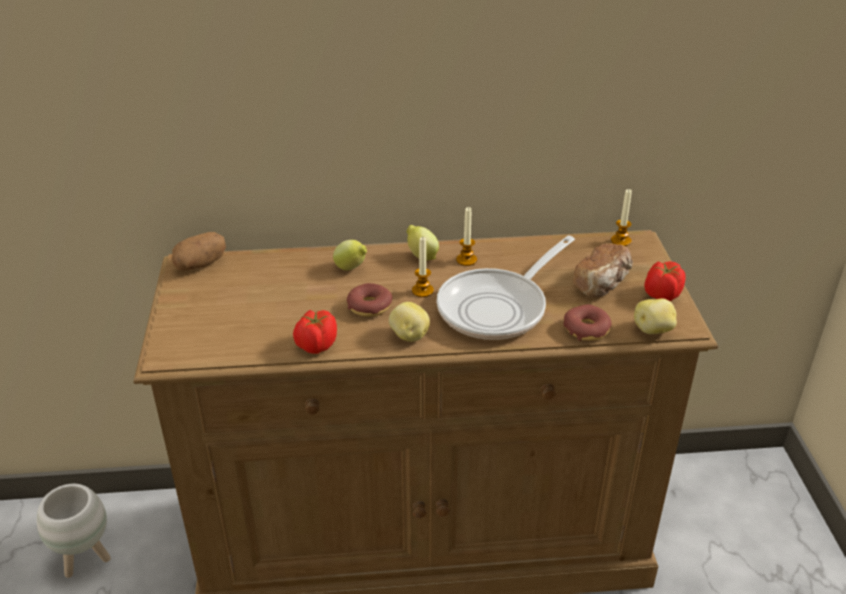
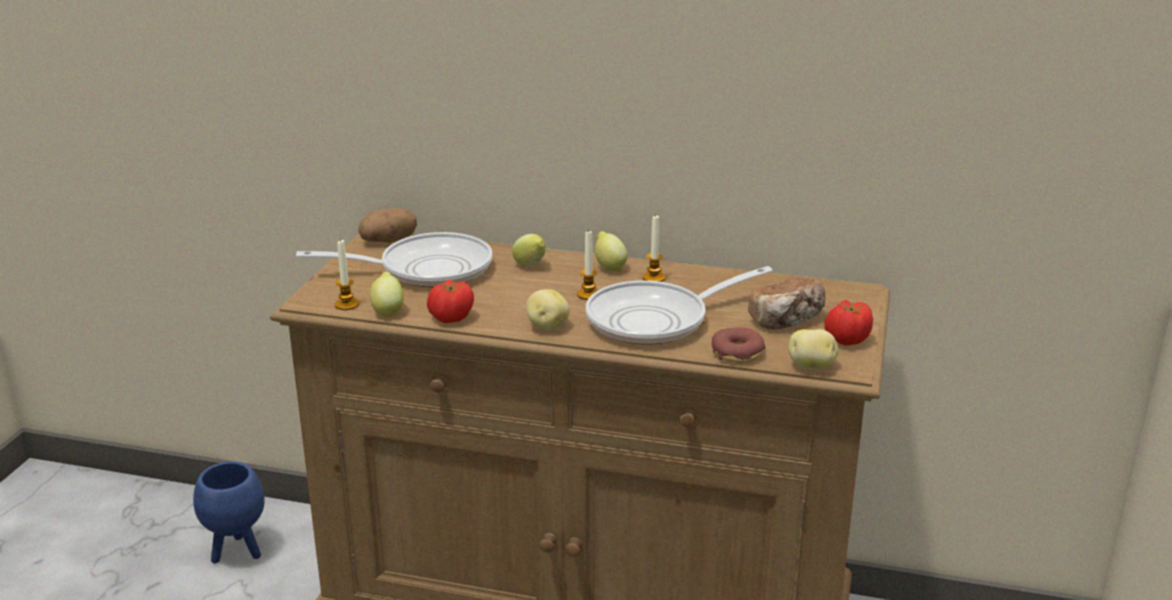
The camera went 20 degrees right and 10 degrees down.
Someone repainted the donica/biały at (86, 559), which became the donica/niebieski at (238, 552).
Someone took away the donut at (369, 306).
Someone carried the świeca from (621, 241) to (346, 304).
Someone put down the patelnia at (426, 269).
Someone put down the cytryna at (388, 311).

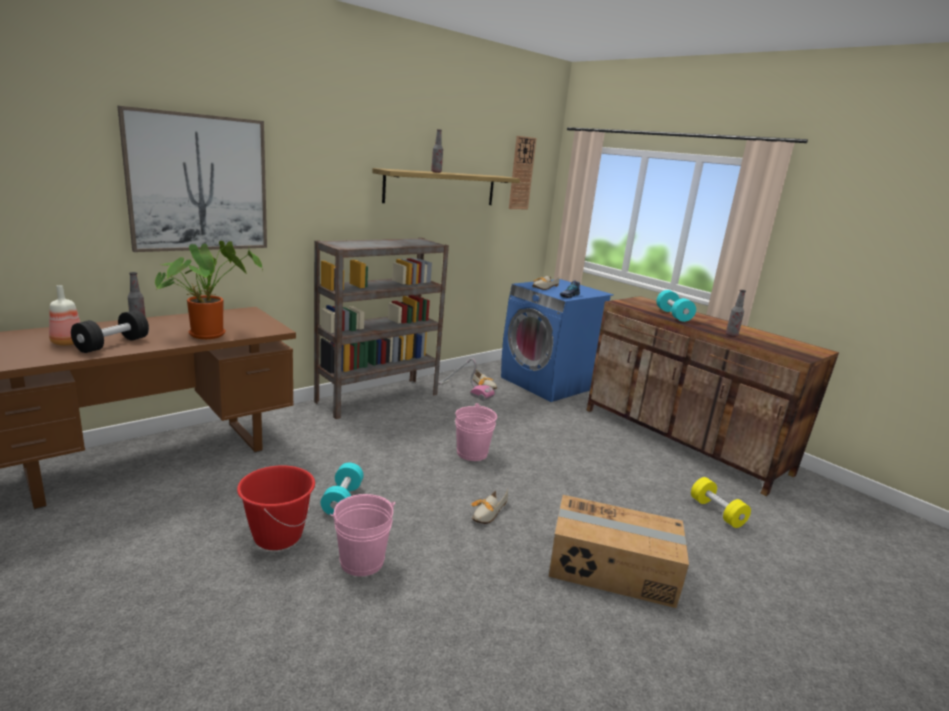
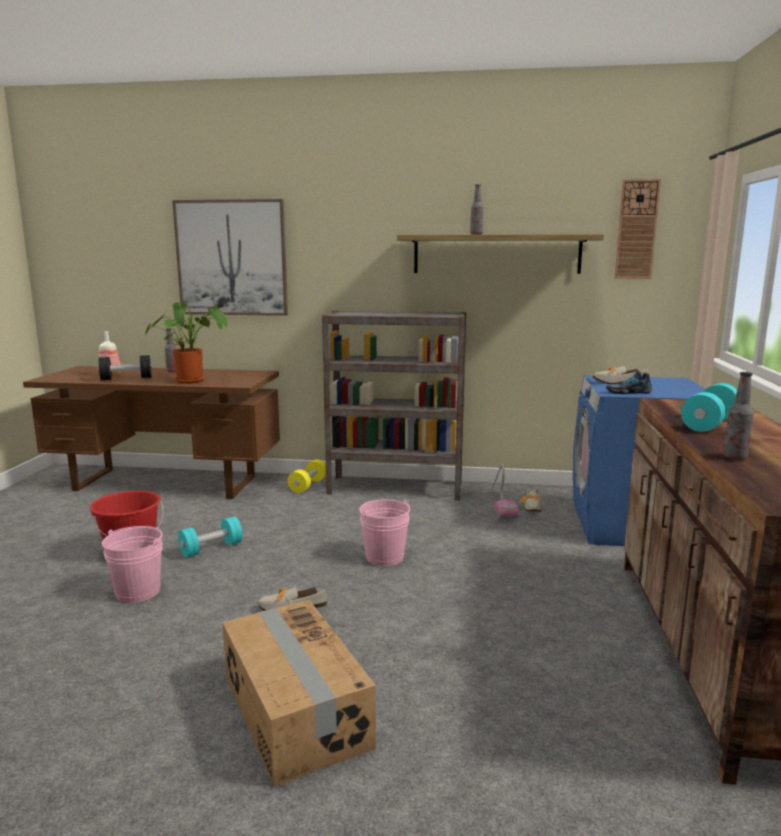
The camera went 50 degrees right and 5 degrees down.
Someone carried the hantel/żółty from (717, 512) to (308, 485).

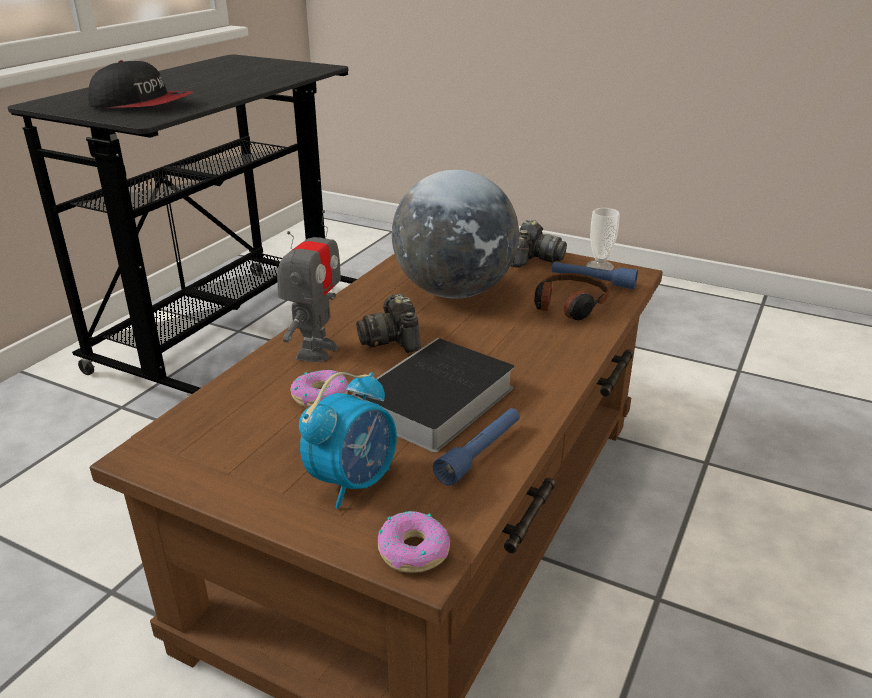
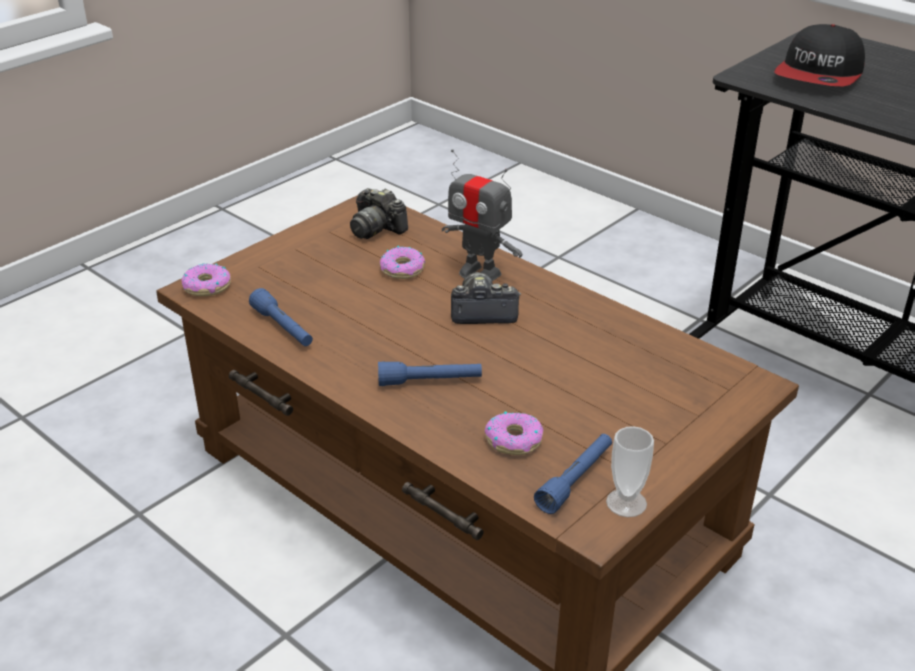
The camera went 105 degrees right and 5 degrees up.
Someone took away the budzik at (354, 481).
Someone took away the książka at (434, 404).
Someone took away the globus at (454, 292).
Someone carried the aparat fotograficzny from (534, 259) to (376, 228).
Someone swapped the słuchawki at (568, 306) for the donut at (513, 440).
Someone put down the latarka/niebieski at (430, 381).

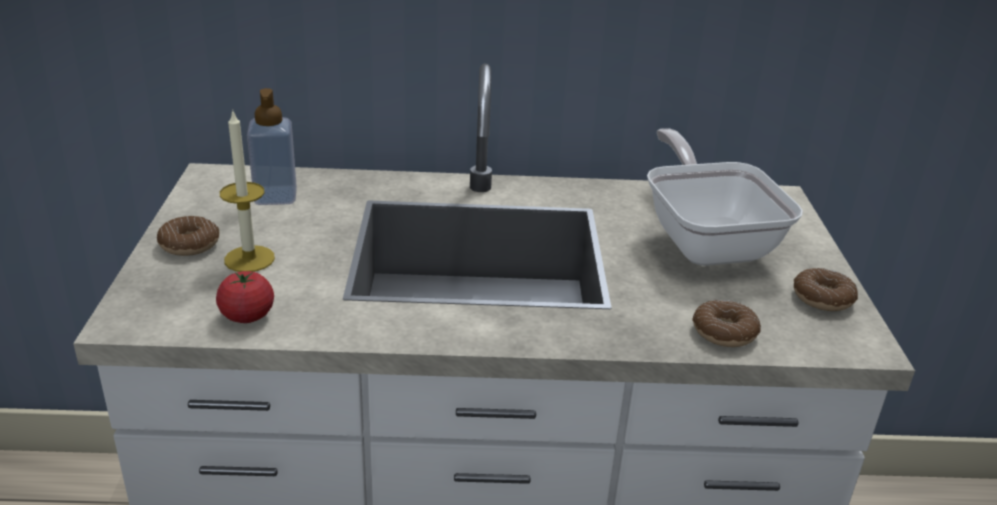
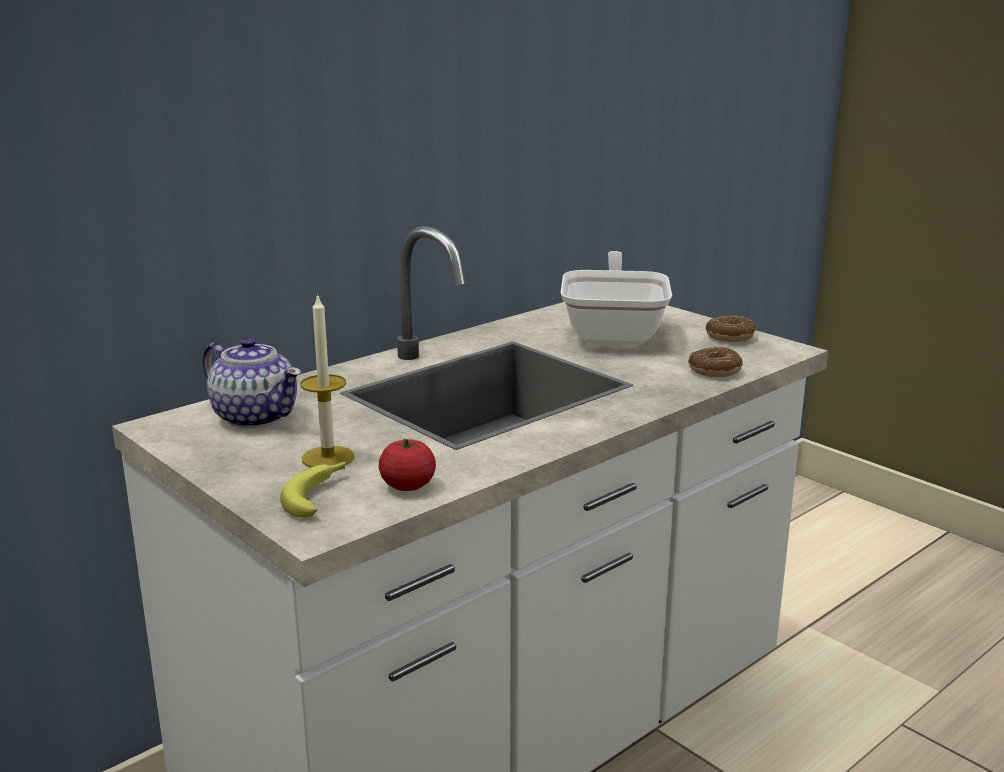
The camera went 40 degrees left and 10 degrees down.
Someone took away the donut at (189, 244).
Someone swapped the dozownik mydła at (275, 196) for the imbryk at (255, 416).
Someone rotated the patelnia at (706, 240) by 60 degrees clockwise.
Someone put down the banan at (319, 495).

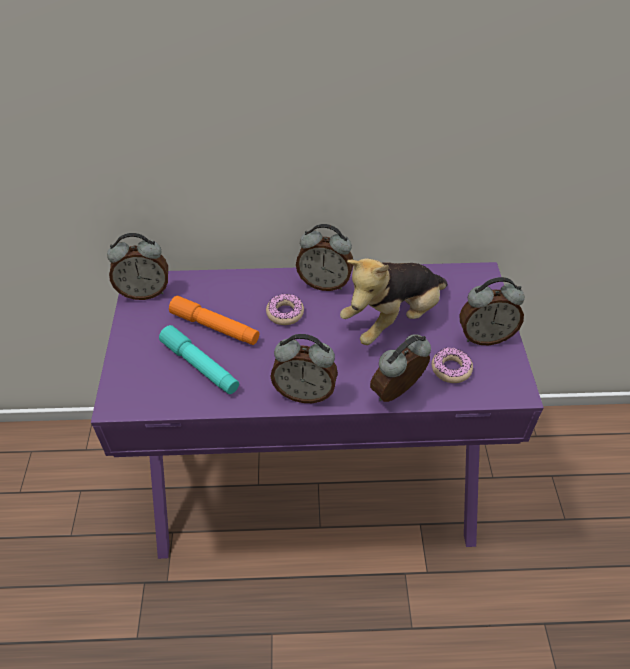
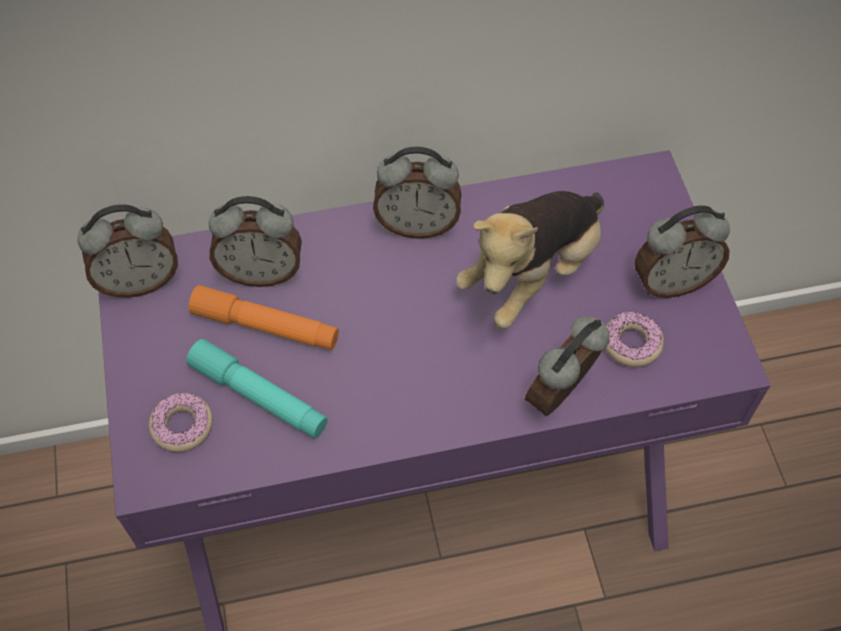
The camera went 10 degrees left and 10 degrees up.
Someone carried the donut from (285, 313) to (182, 426).
Someone carried the budzik from (305, 392) to (261, 272).

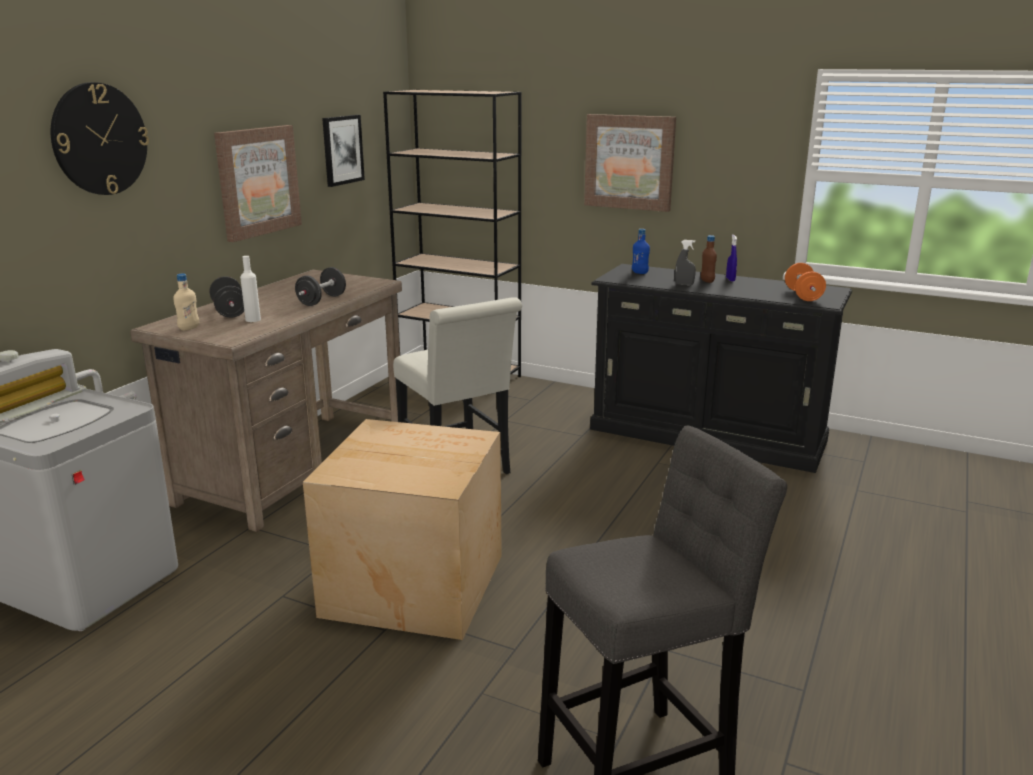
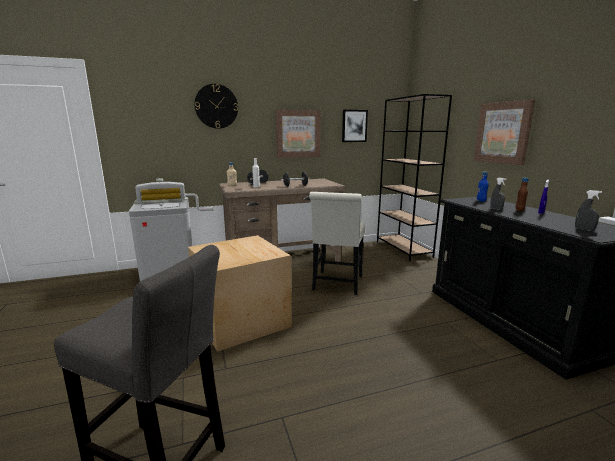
The camera went 45 degrees right and 5 degrees down.
Someone swapped the hantel/pomarańczowy at (803, 295) for the spryskiwacz/szary at (584, 229).

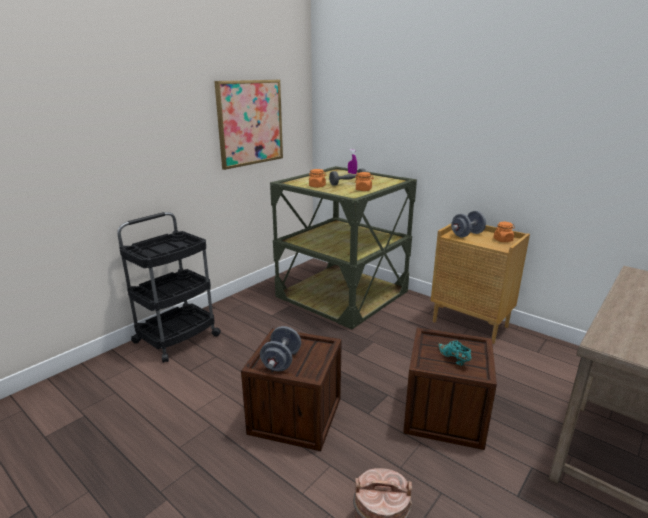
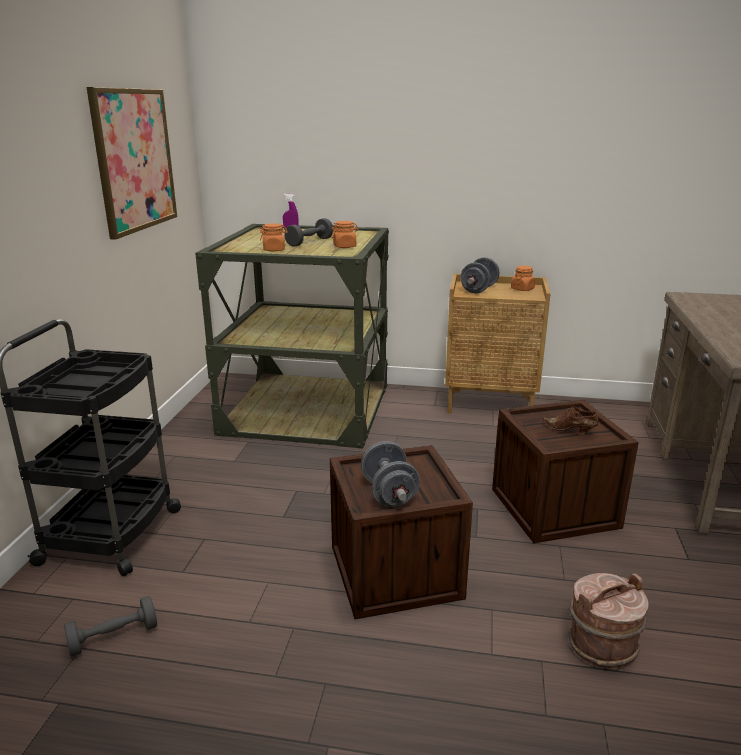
The camera went 30 degrees left and 0 degrees up.
Someone repainted the but/turkusowy at (453, 359), which became the but/brązowy at (570, 431).
Someone put down the hantel/szary at (114, 637).

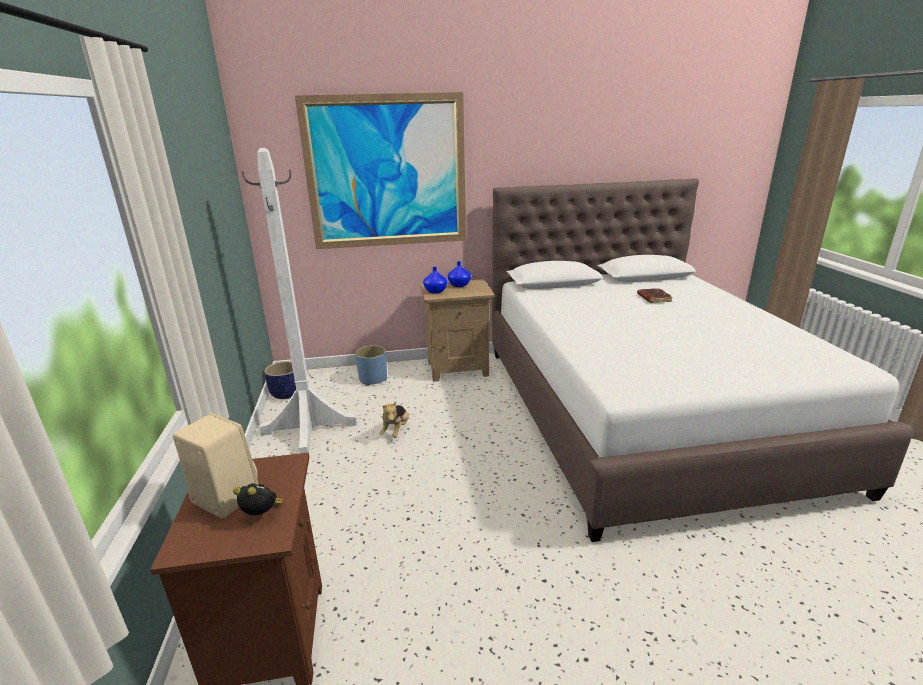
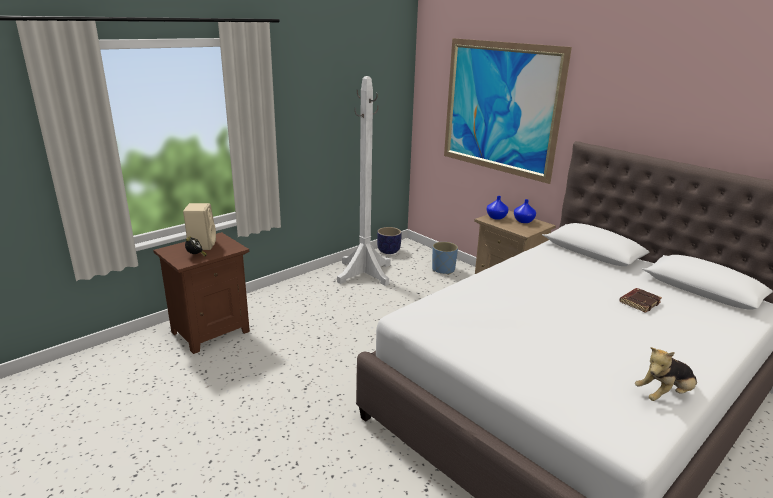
The camera went 55 degrees right and 0 degrees up.
Someone carried the pluszak from (396, 430) to (664, 394).

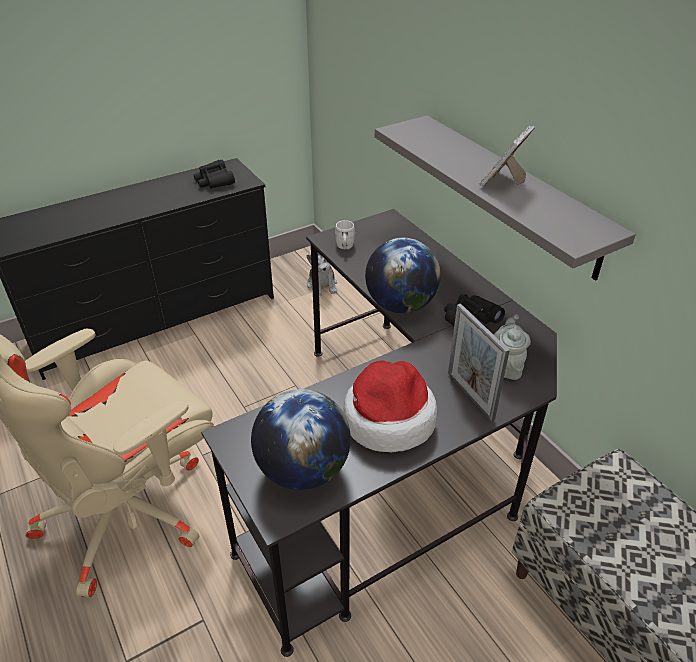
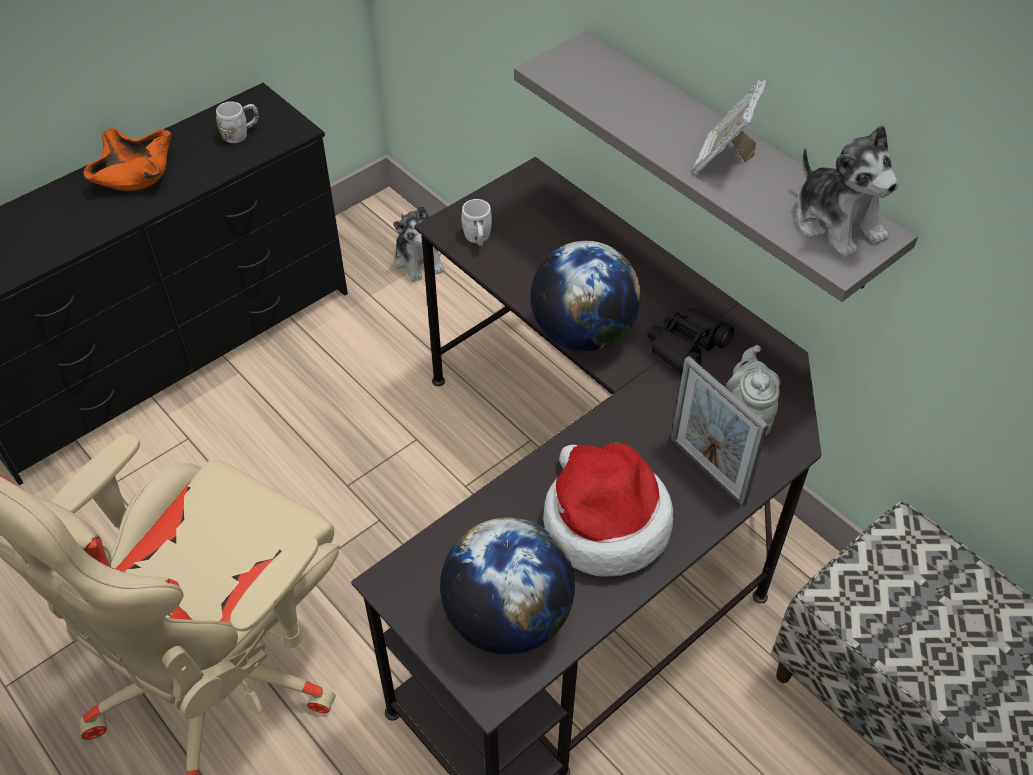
The camera went 10 degrees left and 10 degrees up.
Someone swapped the lornetka/czarny at (214, 181) for the kubek/biały at (241, 134).
Someone put down the miska/pomarańczowy at (134, 173).
Someone put down the pluszak at (837, 223).

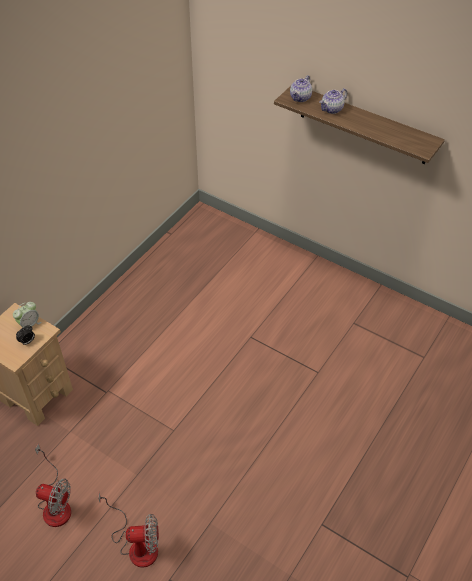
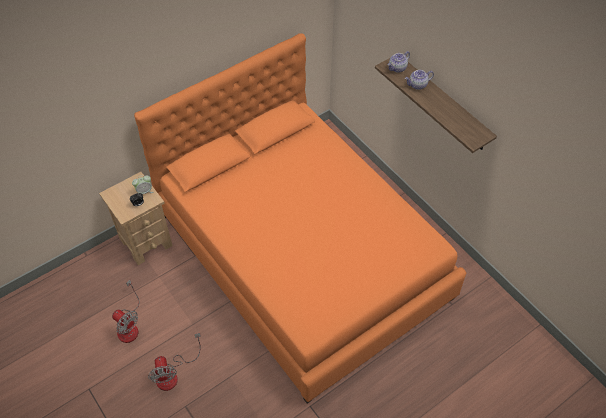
The camera went 20 degrees right and 5 degrees up.
Someone rotated the wentylator at (136, 544) by 60 degrees clockwise.
Someone put down the łóżko/pomarańczowy at (302, 254).

